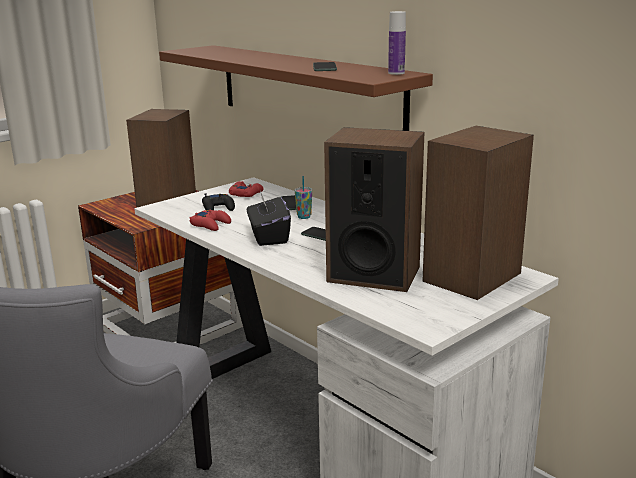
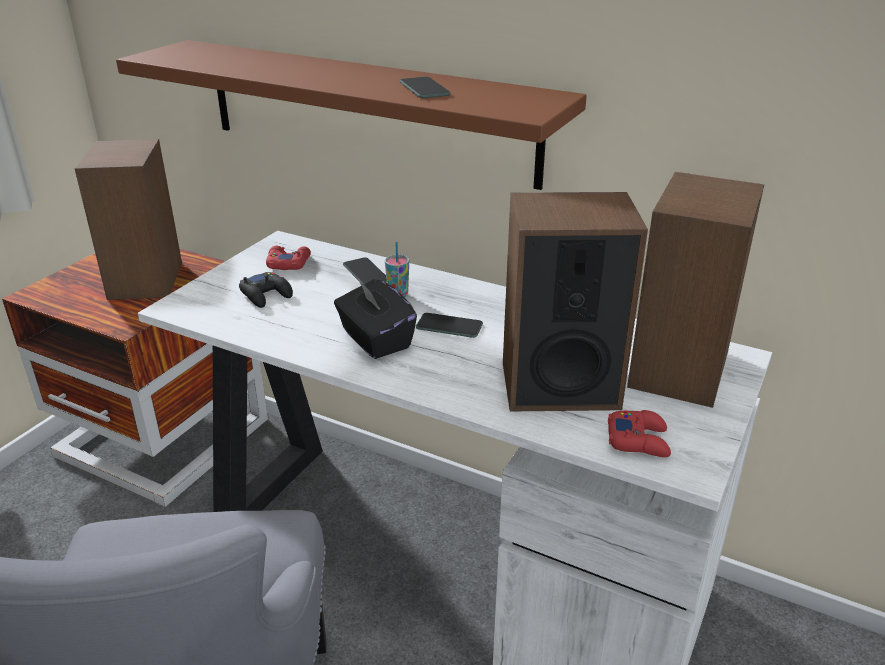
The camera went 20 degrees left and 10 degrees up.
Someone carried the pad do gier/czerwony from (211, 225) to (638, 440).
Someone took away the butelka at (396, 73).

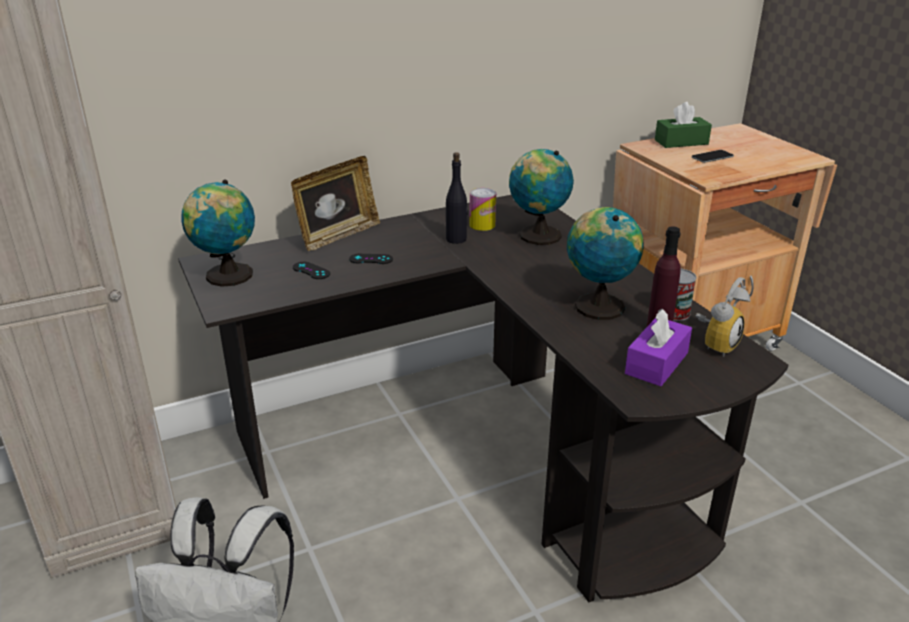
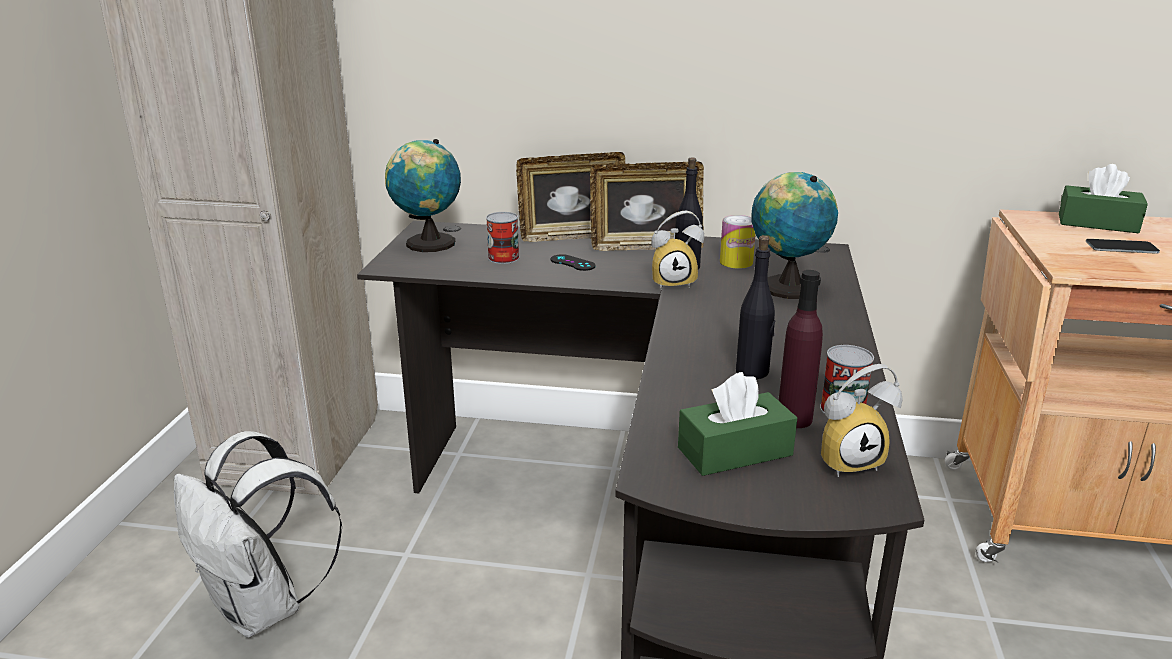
The camera went 35 degrees right and 5 degrees down.
Someone swapped the pad do gier/czarny at (311, 271) for the puszka at (503, 258).
Someone swapped the globus at (597, 305) for the butelka/czarny at (752, 372).
Someone repainted the pudełko chusteczek/fioletowy at (656, 363), which became the pudełko chusteczek/zielony at (735, 451).
Someone put down the ramka na zdjęcie at (645, 246).
Someone put down the budzik at (674, 282).

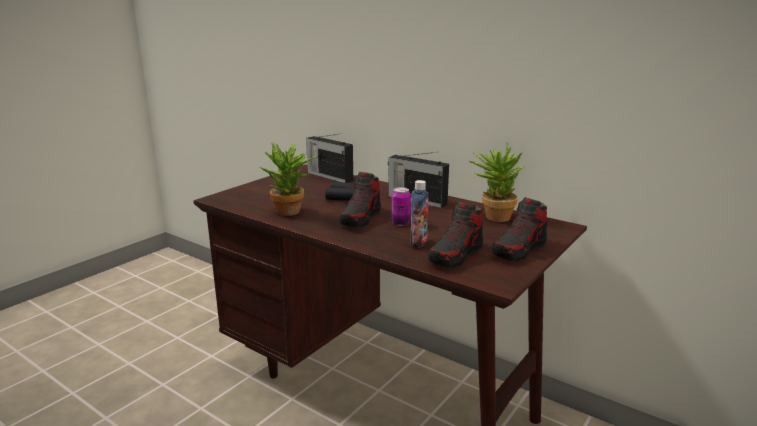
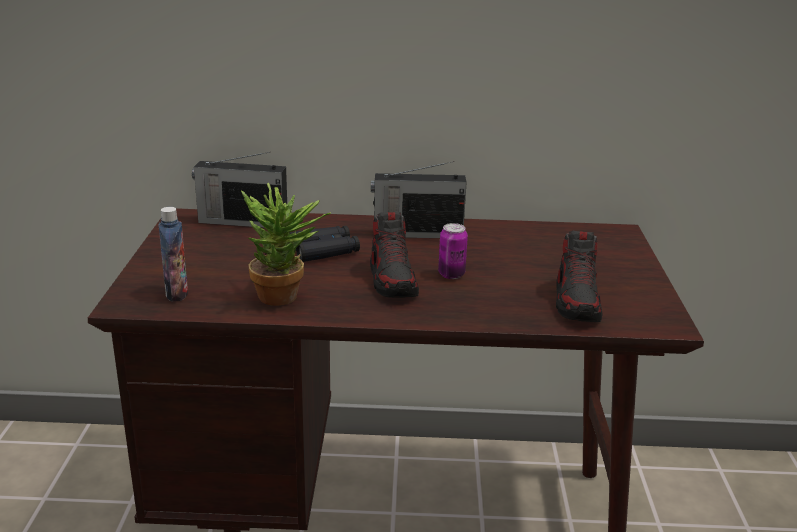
The camera went 35 degrees left and 5 degrees up.
Someone carried the butelka from (418, 243) to (177, 293).
Someone took away the roślina doniczkowa at (493, 216).
Someone took away the but at (519, 250).

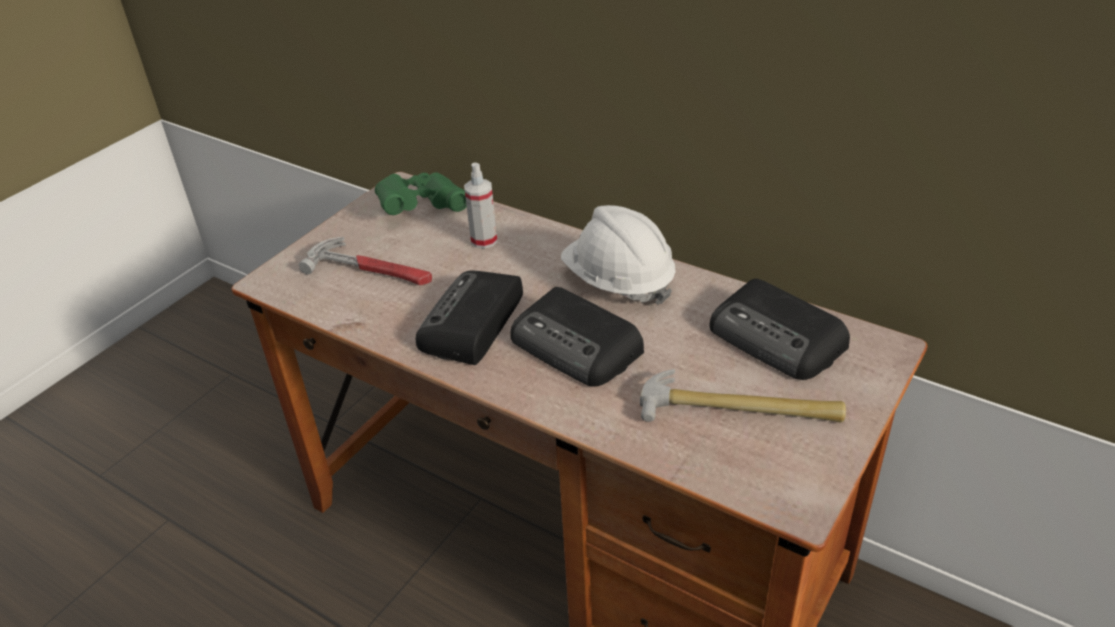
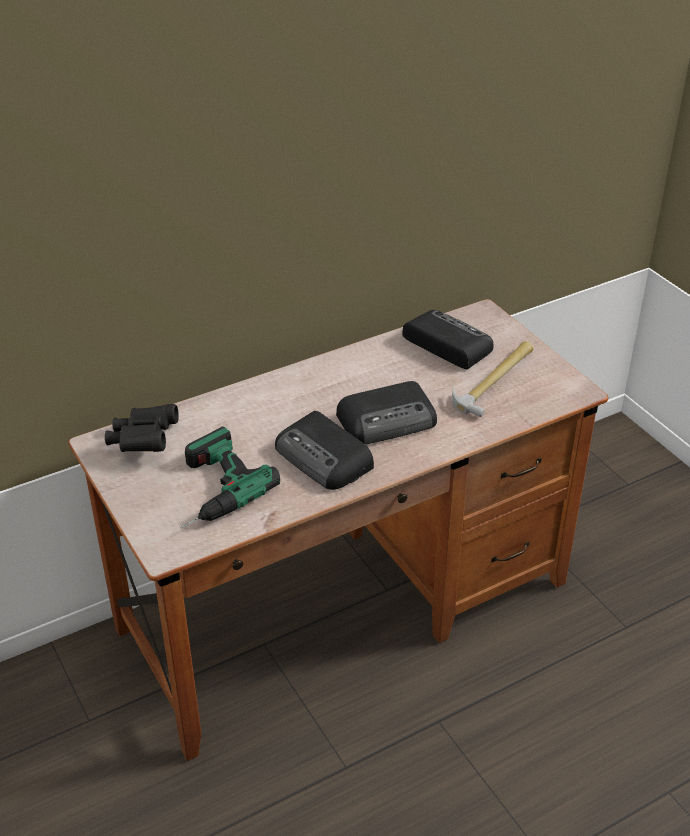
The camera went 65 degrees left and 0 degrees up.
Someone swapped the młotek at (372, 270) for the wiertarka at (208, 490).
Someone repainted the lornetka/zielony at (421, 207), which became the lornetka/czarny at (144, 441).
Someone took away the spryskiwacz at (484, 240).
Someone took away the kask/biały at (618, 282).
Someone rotated the radio at (778, 339) by 120 degrees counterclockwise.

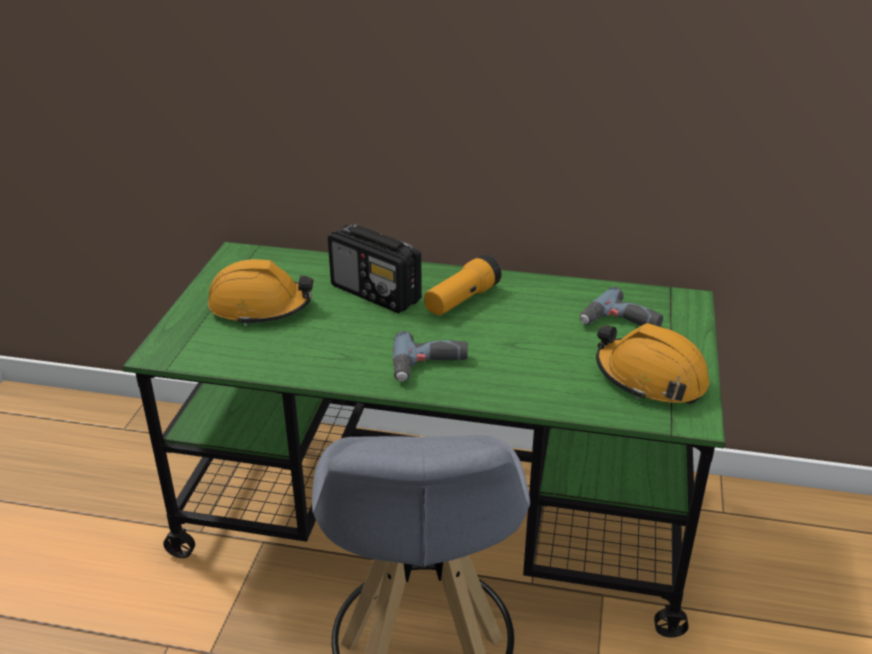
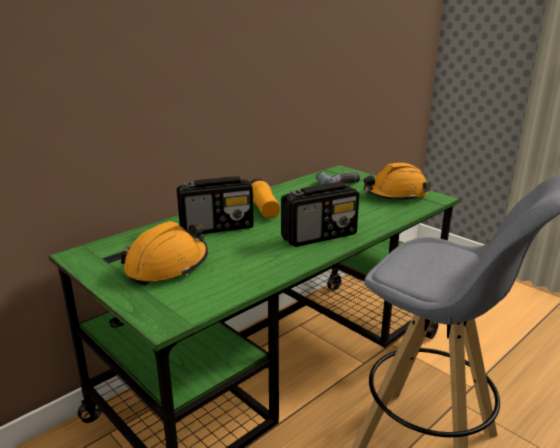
The camera went 55 degrees left and 10 degrees down.
Someone swapped the wiertarka at (430, 366) for the radio at (320, 236).

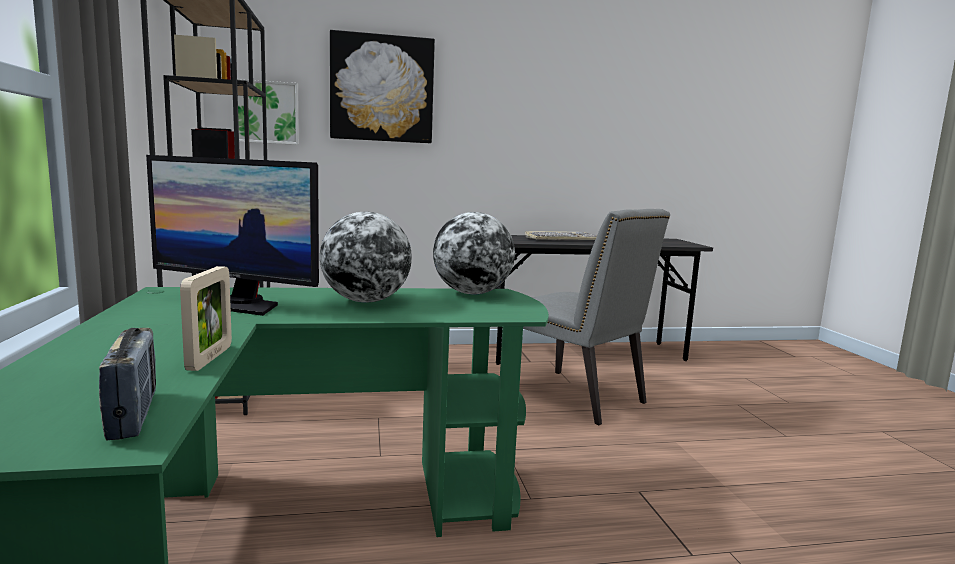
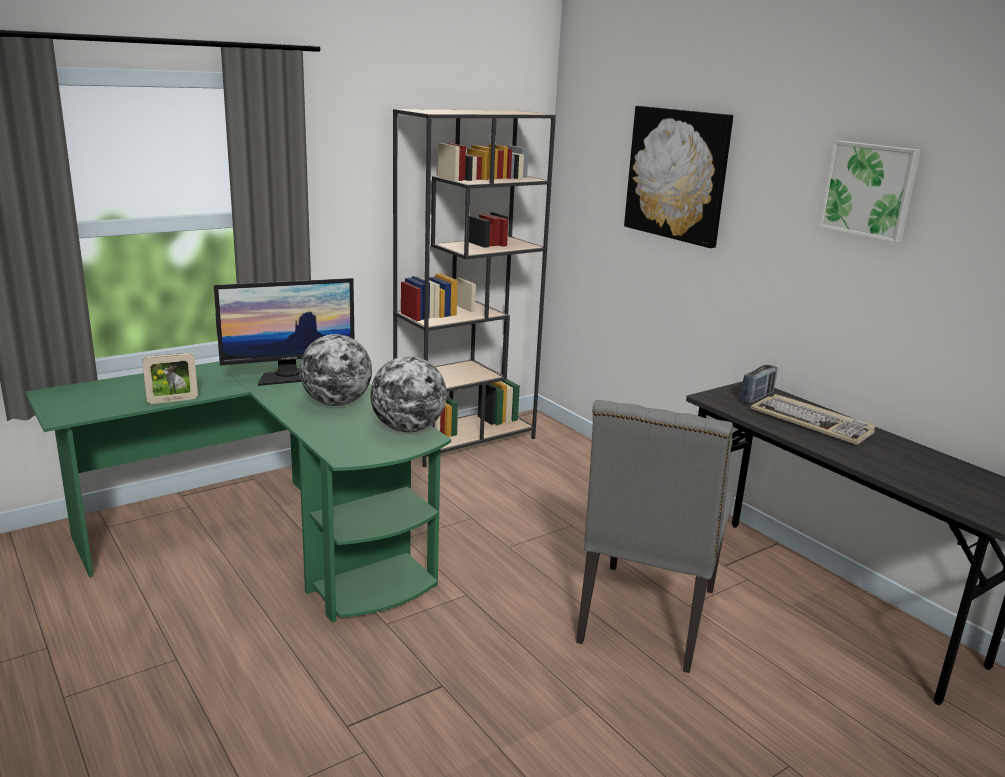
The camera went 65 degrees right and 10 degrees up.
Someone carried the radio from (133, 415) to (756, 398).
Someone rotated the monitor at (238, 305) by 105 degrees counterclockwise.
Someone carried the obraz from (267, 112) to (870, 190).

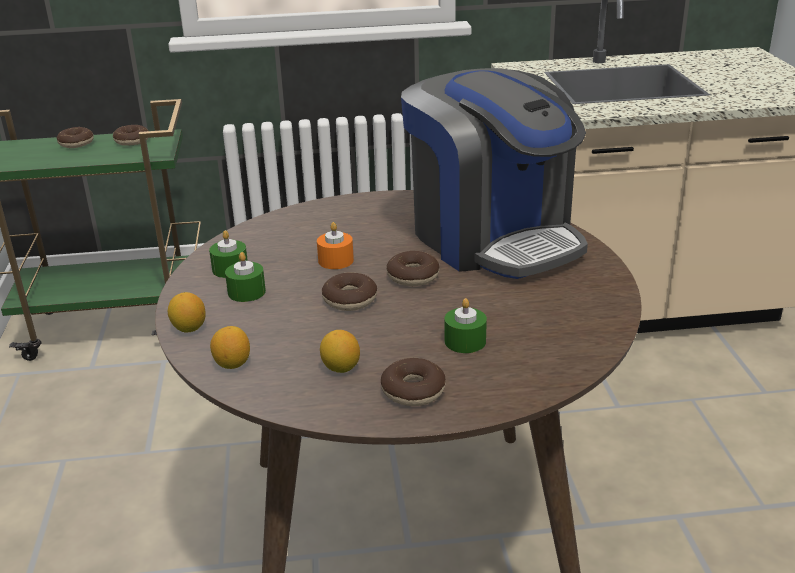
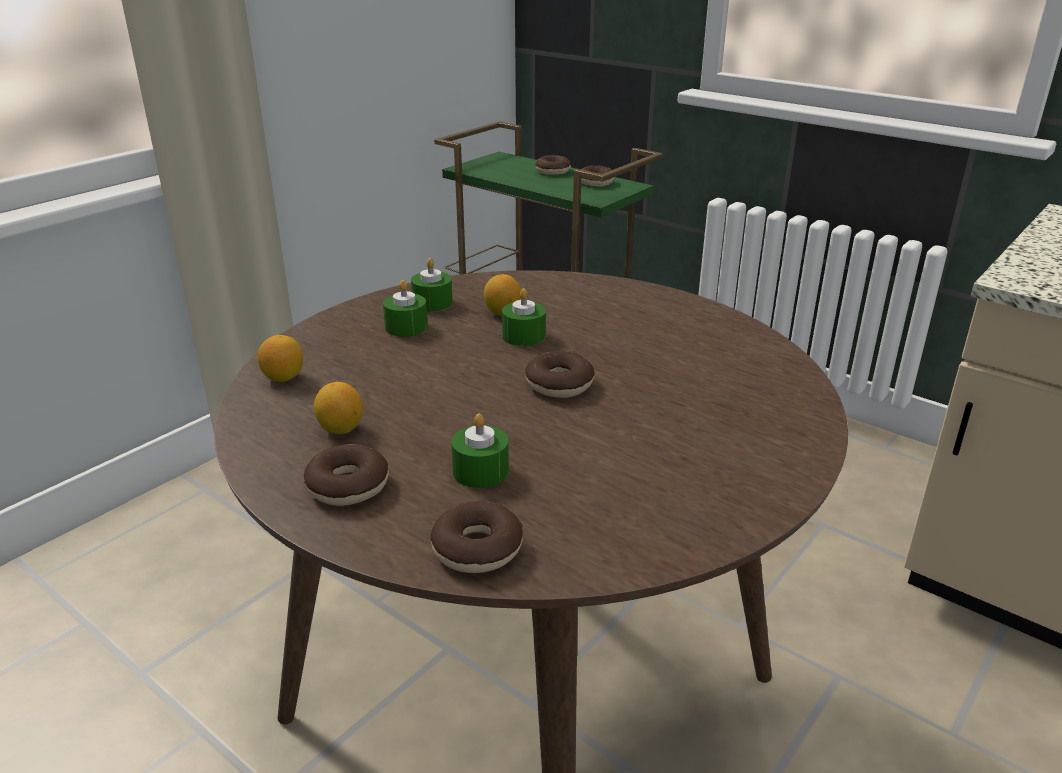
The camera went 45 degrees right and 0 degrees up.
Someone carried the cytryna from (189, 328) to (502, 312).
Someone repainted the świeca/pomarańczowy at (336, 260), which became the świeca/zielony at (523, 336).
Someone carried the donut from (350, 300) to (477, 549).
Someone took away the ekspres do kawy at (493, 237).

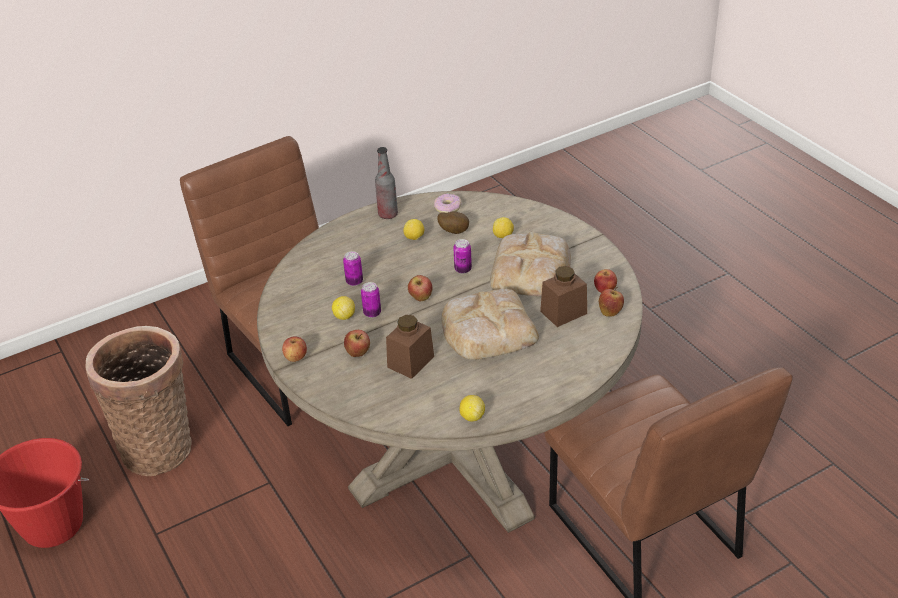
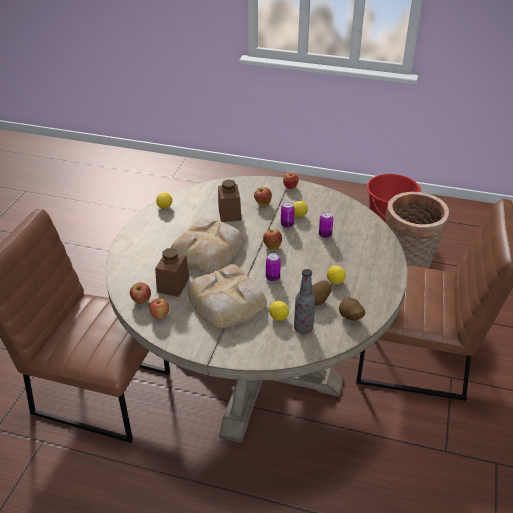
The camera went 135 degrees right and 0 degrees up.
Someone carried the butelka from (388, 214) to (303, 328).
Someone swapped the donut at (447, 207) for the ziemniak at (350, 318).

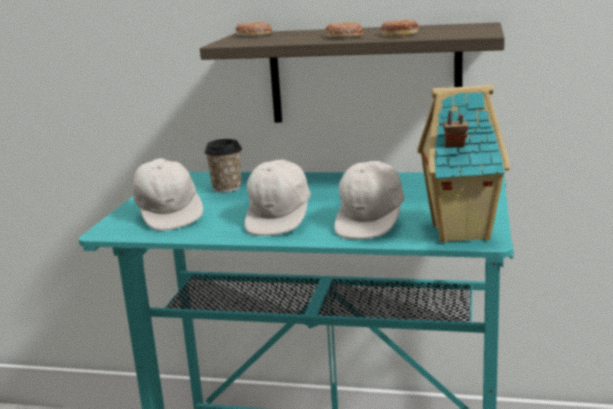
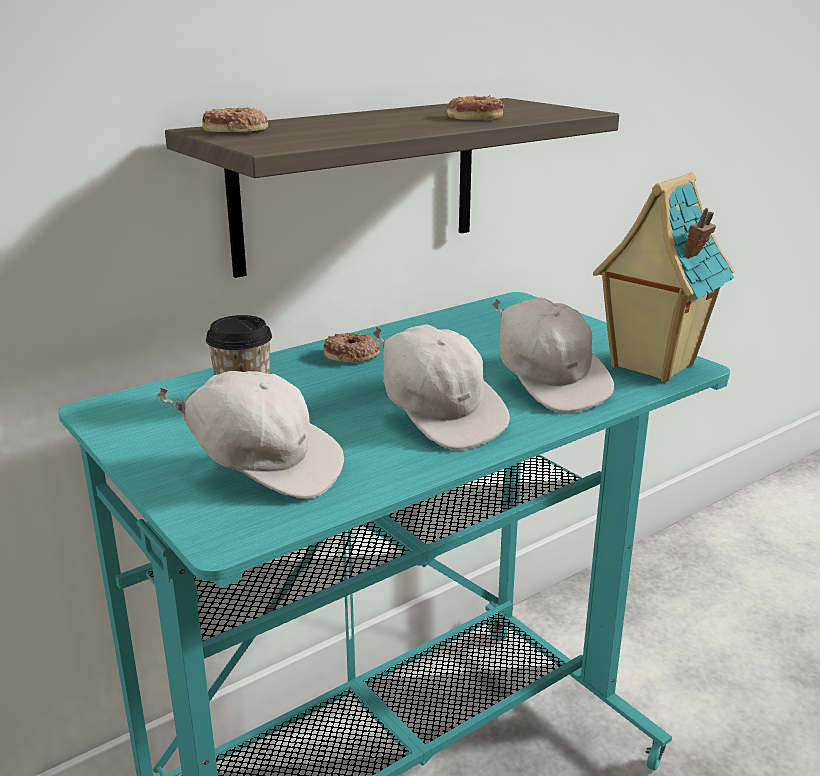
The camera went 50 degrees left and 5 degrees up.
Someone carried the donut from (343, 36) to (351, 354).

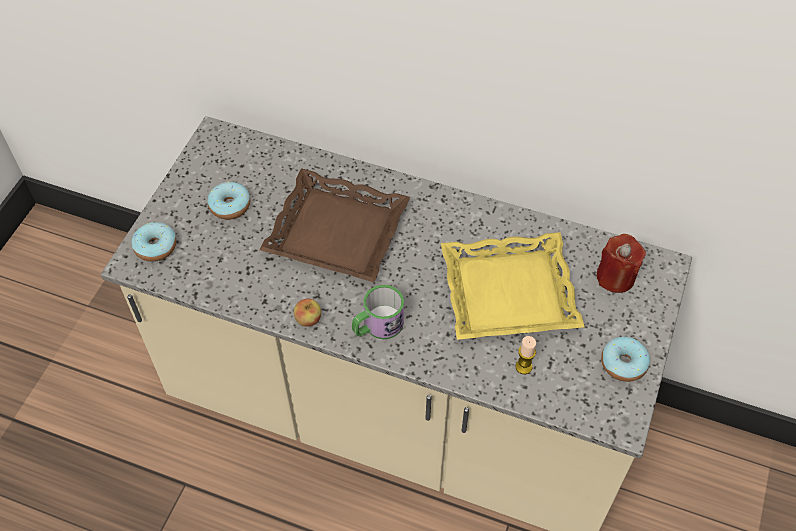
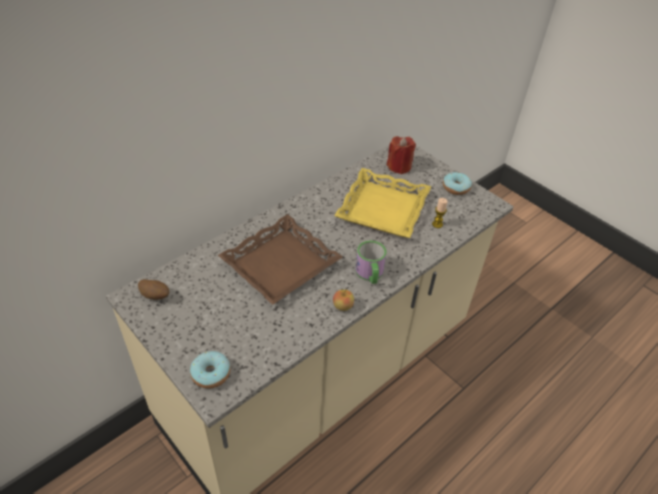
The camera went 65 degrees left and 10 degrees down.
Someone took away the donut at (230, 206).
Someone put down the ziemniak at (155, 296).

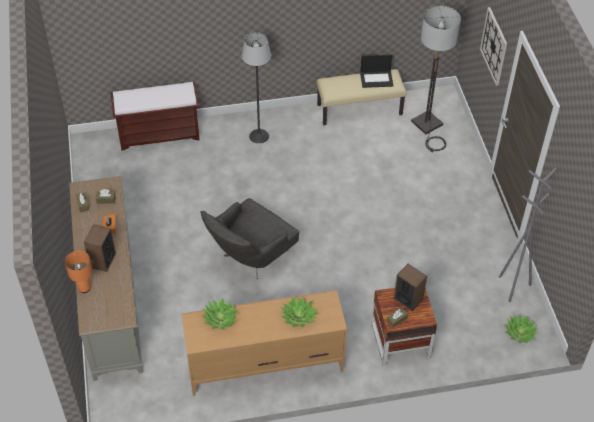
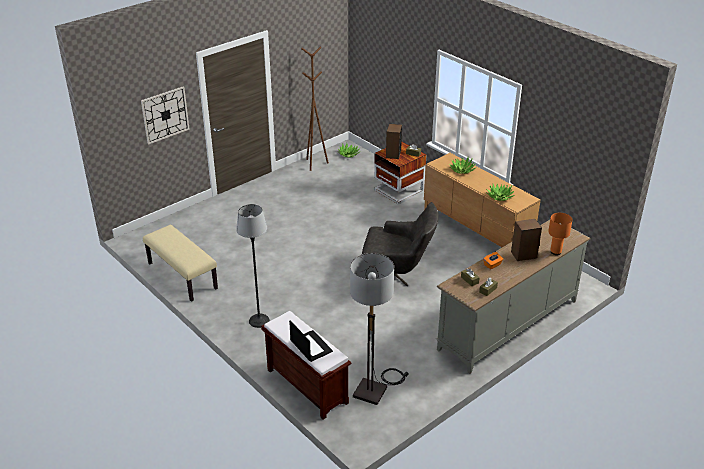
The camera went 120 degrees left and 15 degrees down.
Someone carried the laptop from (376, 79) to (310, 346).
Someone carried the lampa stojąca from (429, 130) to (377, 388).
Someone repainted the wieszak/szary at (513, 287), which became the wieszak/brązowy at (315, 164).

